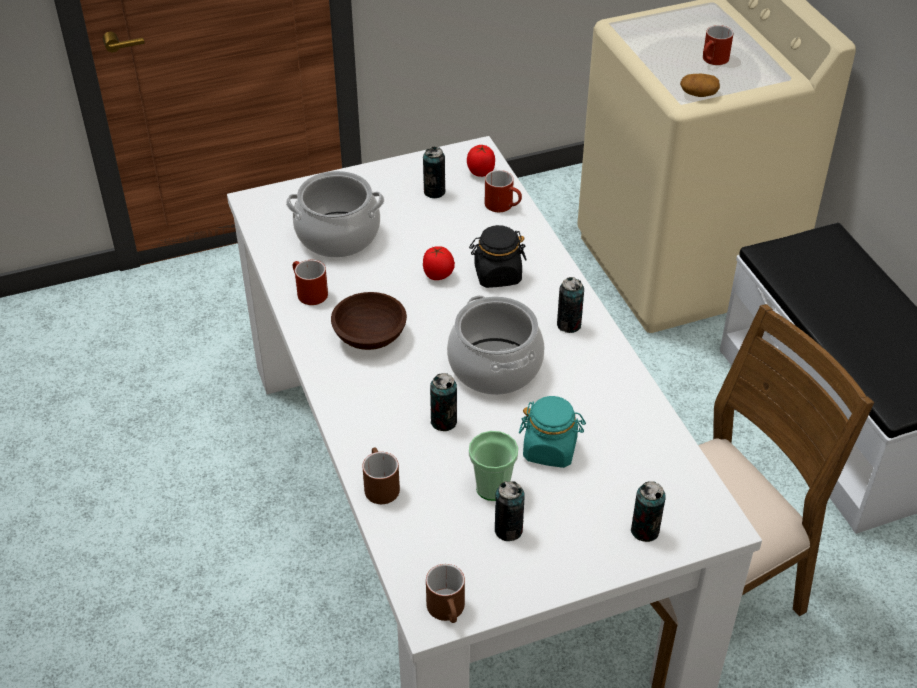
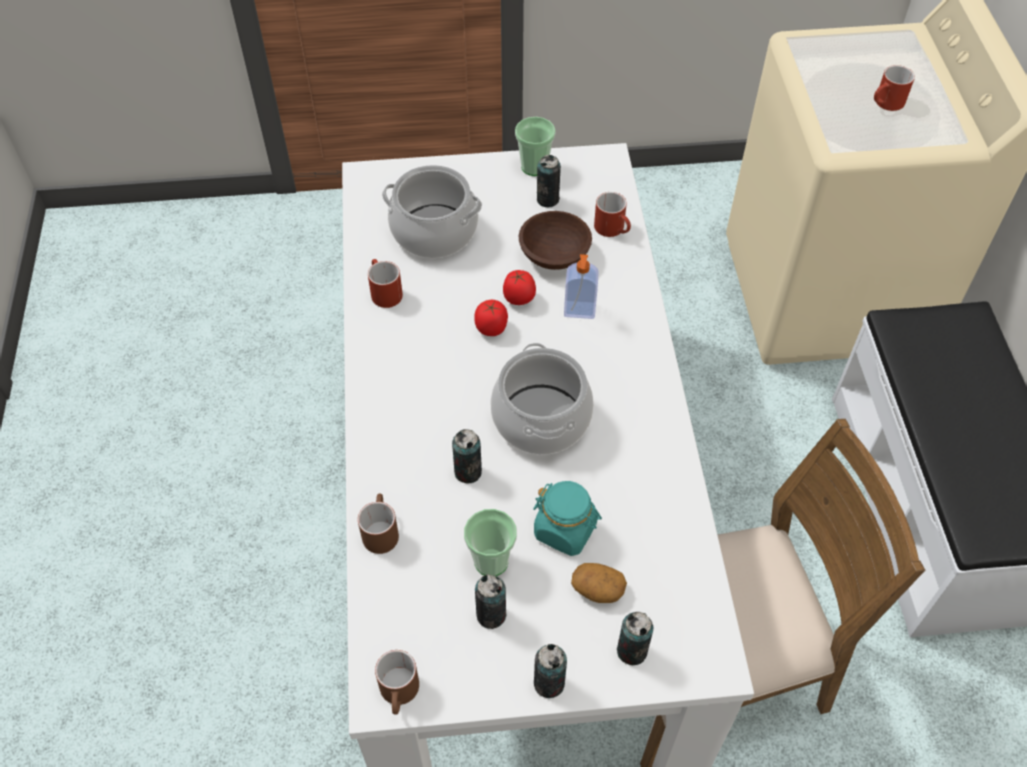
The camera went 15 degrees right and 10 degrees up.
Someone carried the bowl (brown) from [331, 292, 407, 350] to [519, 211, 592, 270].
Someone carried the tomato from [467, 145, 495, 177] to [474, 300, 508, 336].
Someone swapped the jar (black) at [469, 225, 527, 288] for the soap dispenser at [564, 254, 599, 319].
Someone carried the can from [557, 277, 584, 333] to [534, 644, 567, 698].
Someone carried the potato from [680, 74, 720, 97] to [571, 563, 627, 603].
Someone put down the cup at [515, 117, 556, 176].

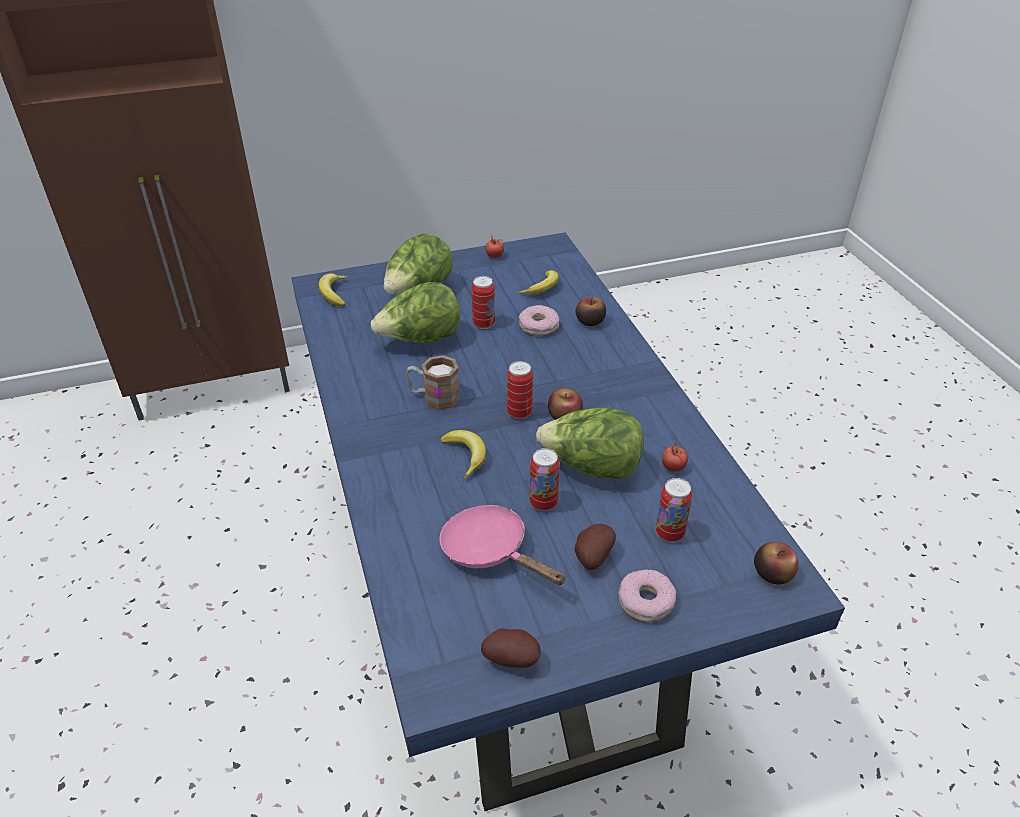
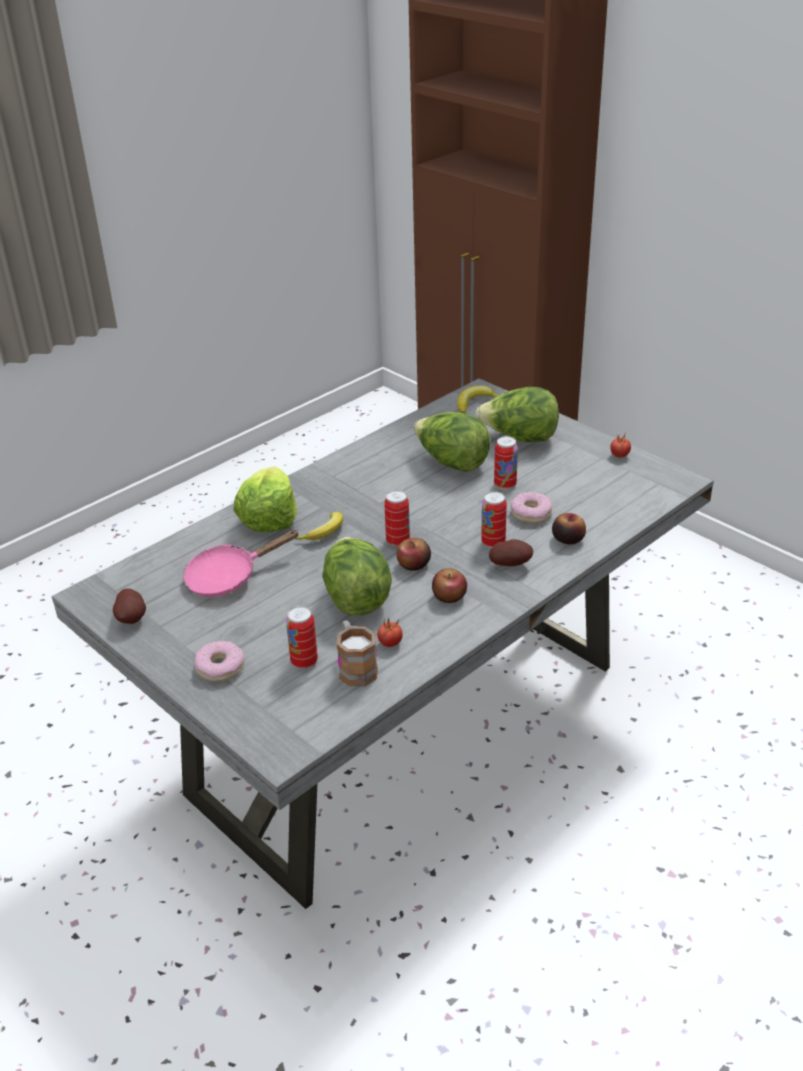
The camera went 65 degrees right and 5 degrees down.
Someone repainted the dining table (blue) at [291, 233, 845, 811], which became the dining table (grey) at [51, 378, 714, 909].
Someone carried the mug from [406, 355, 460, 410] to [336, 620, 378, 686].
Someone rotated the frying pan (pink) at [439, 505, 566, 585] by 135 degrees counterclockwise.
Someone took away the banana at [517, 270, 559, 294].
Someone carried the can from [530, 448, 560, 511] to [481, 491, 507, 548].
Someone carried the potato from [574, 524, 616, 570] to [489, 539, 533, 566].
Someone carried the apple from [754, 542, 799, 585] to [432, 568, 467, 603].
Someone put down the lettuce at [233, 466, 297, 532].

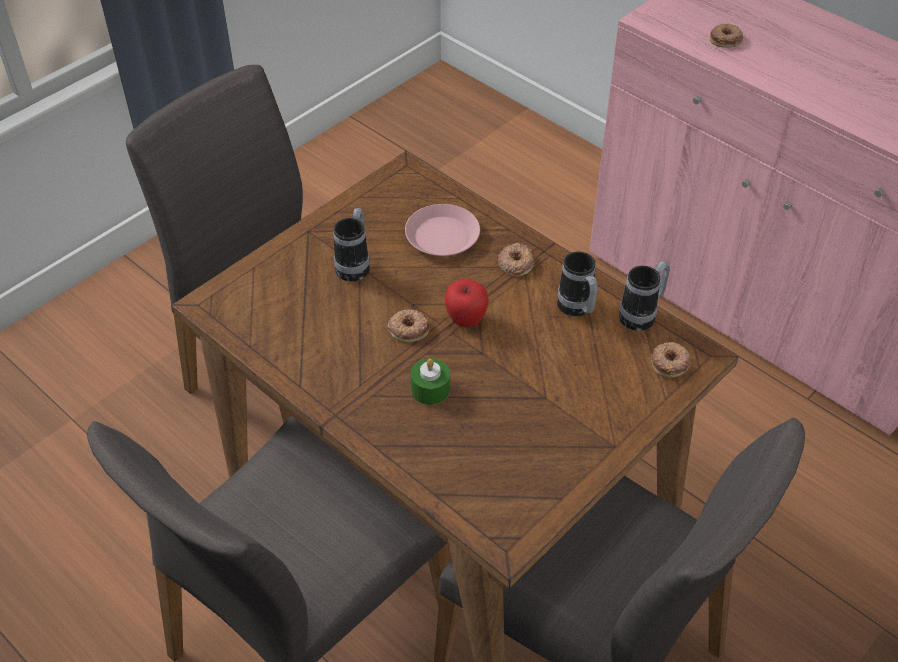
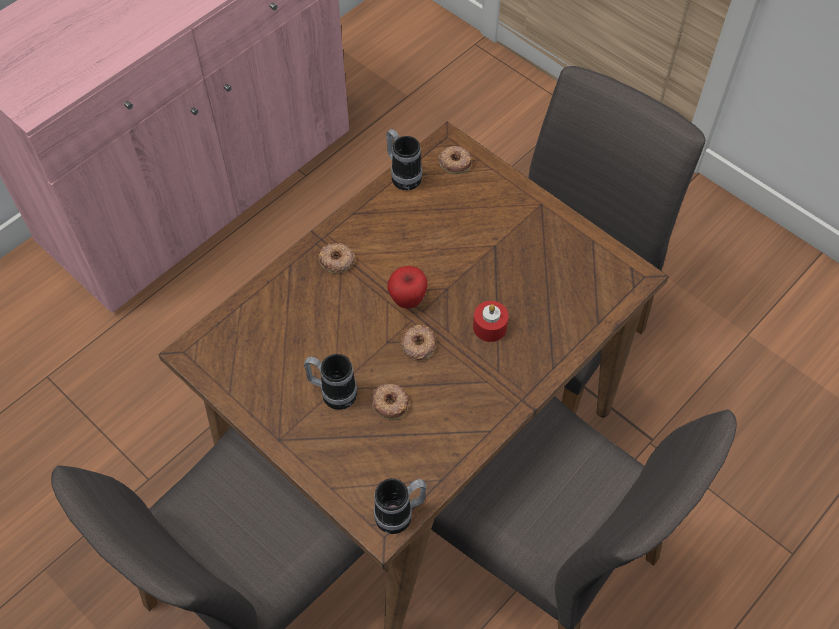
The camera went 90 degrees left and 10 degrees up.
Someone took away the plate (pink) at [405, 204, 480, 256].
Someone repainted the candle (green) at [411, 358, 450, 405], which became the candle (red) at [473, 301, 509, 342].
Someone carried the mug from [557, 251, 598, 316] to [374, 478, 426, 534].
Someone carried the donut from [710, 24, 743, 48] to [372, 384, 409, 420].

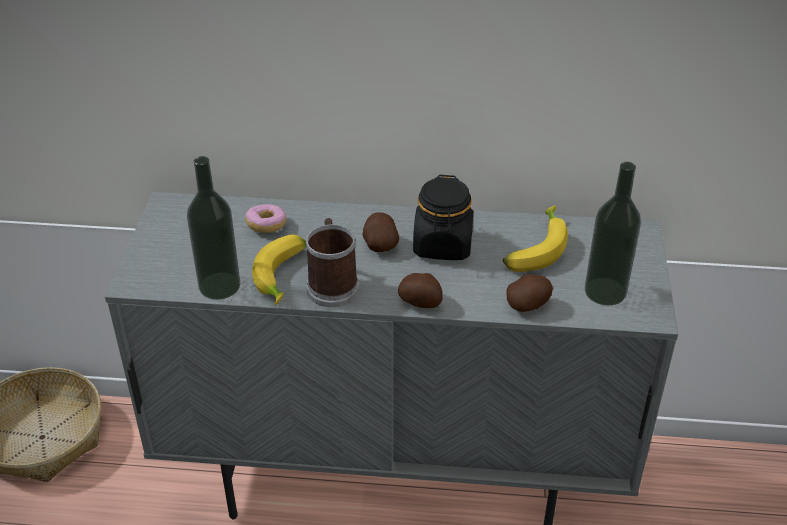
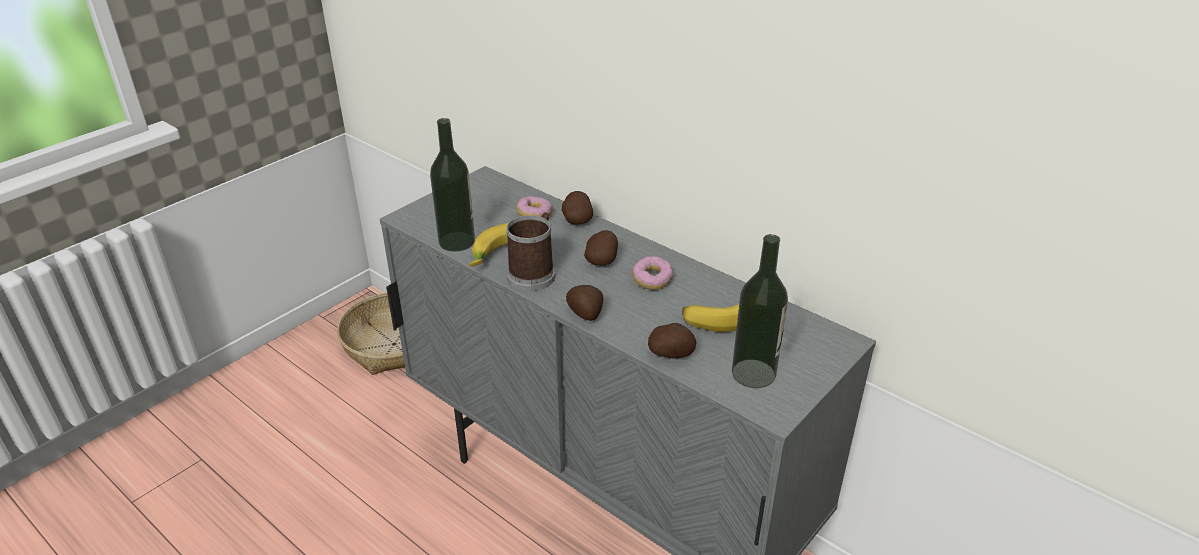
The camera went 35 degrees right and 5 degrees down.
Someone swapped the jar (black) at [413, 175, 473, 260] for the donut at [632, 256, 673, 290].
Someone put down the potato at [562, 191, 593, 225].

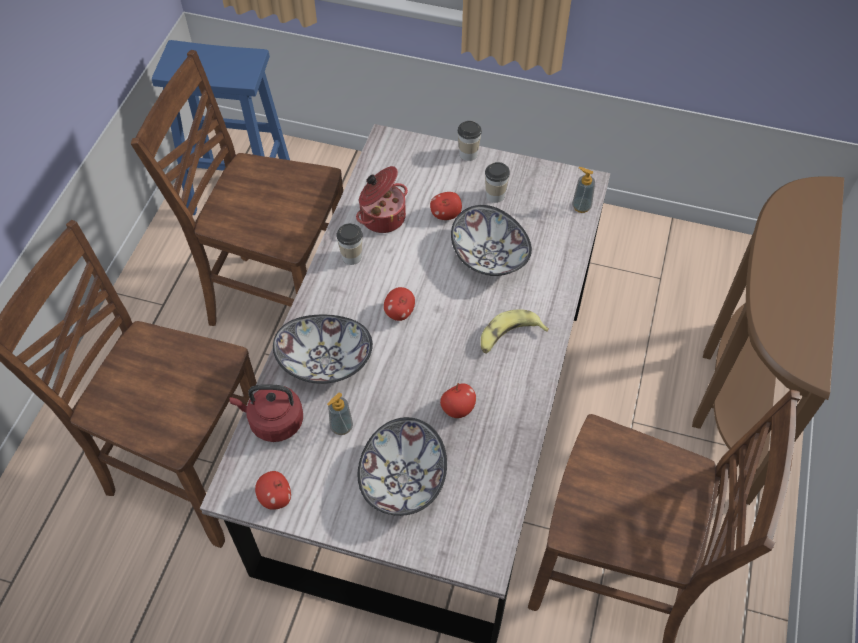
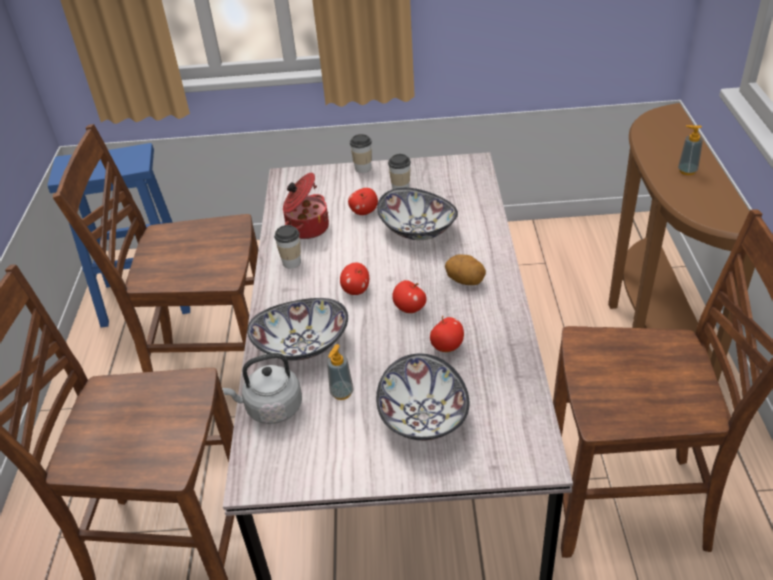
The camera went 15 degrees left and 15 degrees down.
Someone repainted the kettle (red) at [230, 384, 303, 442], which became the kettle (grey) at [222, 353, 302, 424].
Someone carried the apple from [255, 471, 291, 510] to [392, 280, 427, 313].
Someone swapped the banana at [481, 309, 549, 354] for the potato at [445, 254, 486, 285].
Someone carried the soap dispenser from [572, 167, 595, 213] to [678, 125, 703, 175].

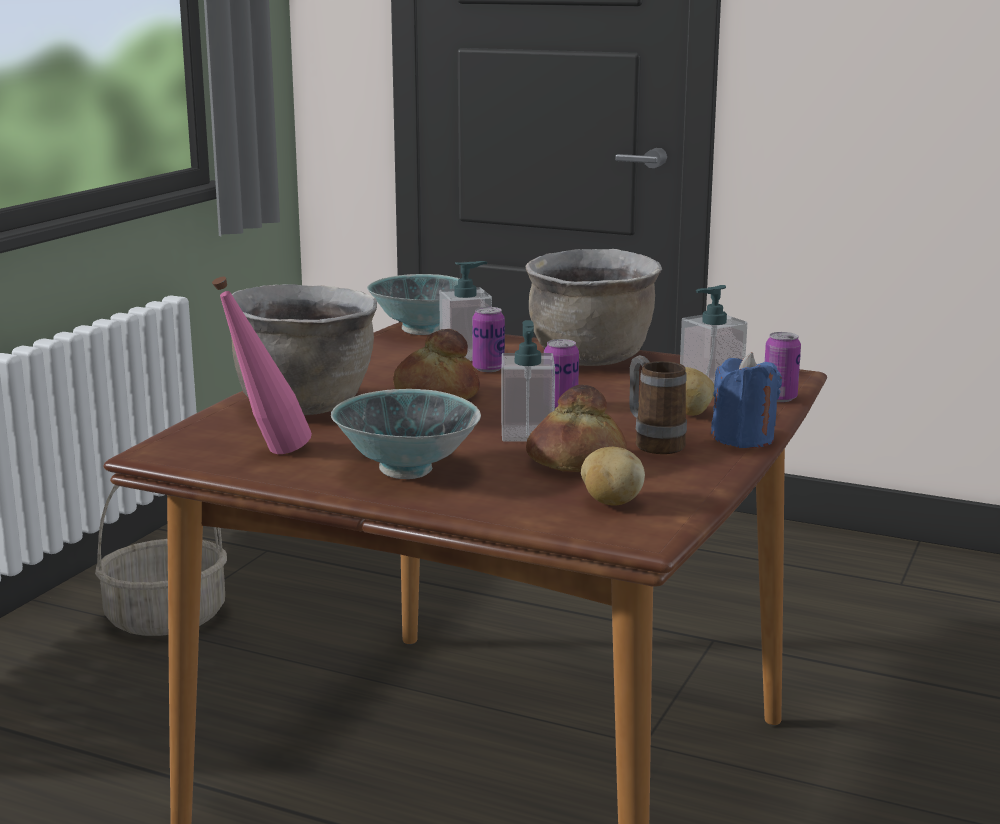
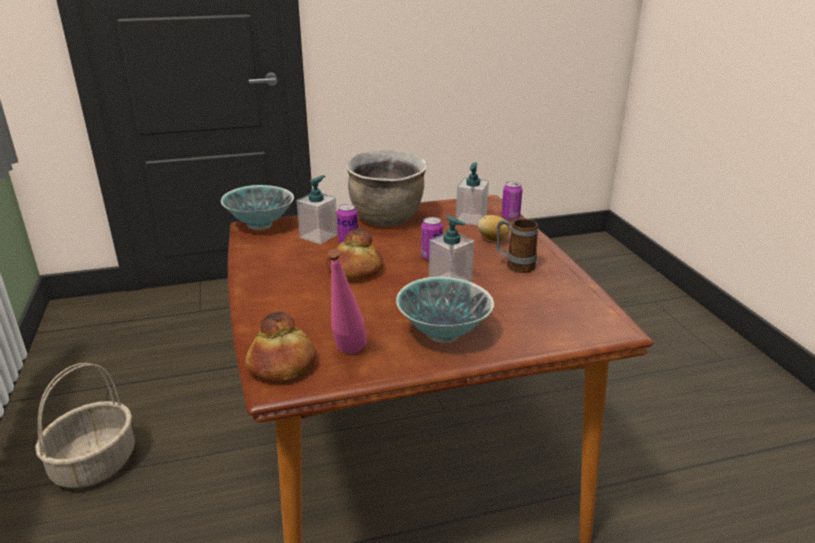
The camera went 40 degrees left and 10 degrees up.
Someone took away the cooking pot (brown) at [231, 284, 377, 415].
Someone carried the bread from [526, 385, 627, 472] to [245, 312, 316, 380].
Someone took away the potato at [581, 447, 645, 505].
Someone took away the candle (blue) at [711, 352, 782, 448].

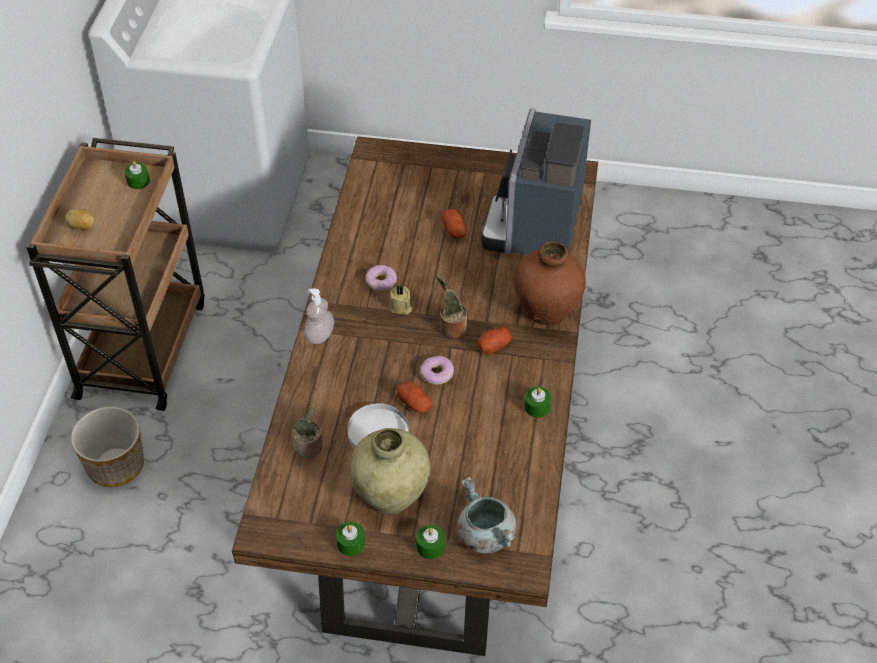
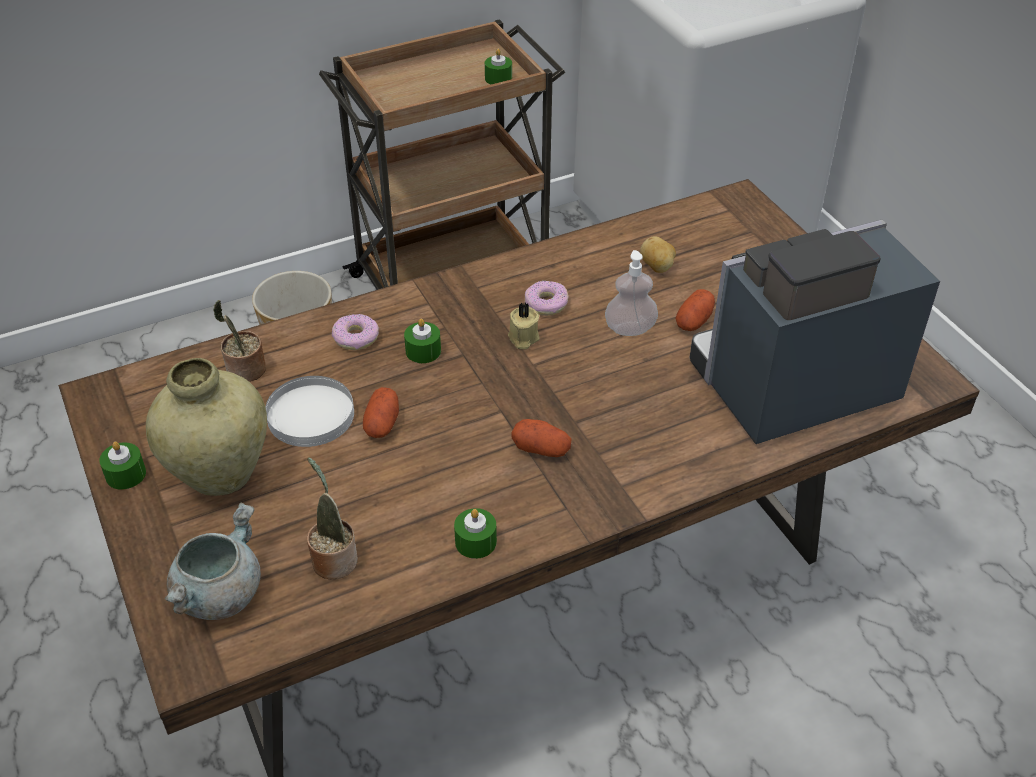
The camera went 55 degrees right and 5 degrees down.
Someone carried the potato from [65, 209, 94, 230] to [640, 236, 676, 273].
Someone carried the soap dispenser from [304, 289, 334, 344] to [605, 250, 658, 336].
Someone carried the candle (green) from [416, 525, 445, 559] to [404, 319, 441, 363].
Someone carried the donut from [420, 356, 454, 385] to [332, 314, 379, 350].
Someone carried the potted plant from [436, 276, 467, 338] to [307, 457, 358, 580].
Someone took away the vase (brown) at [514, 241, 586, 325].

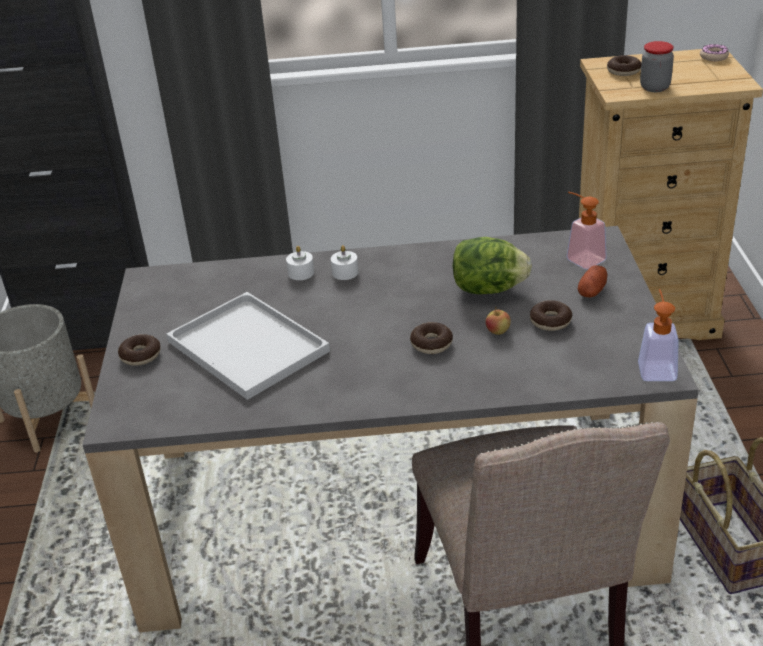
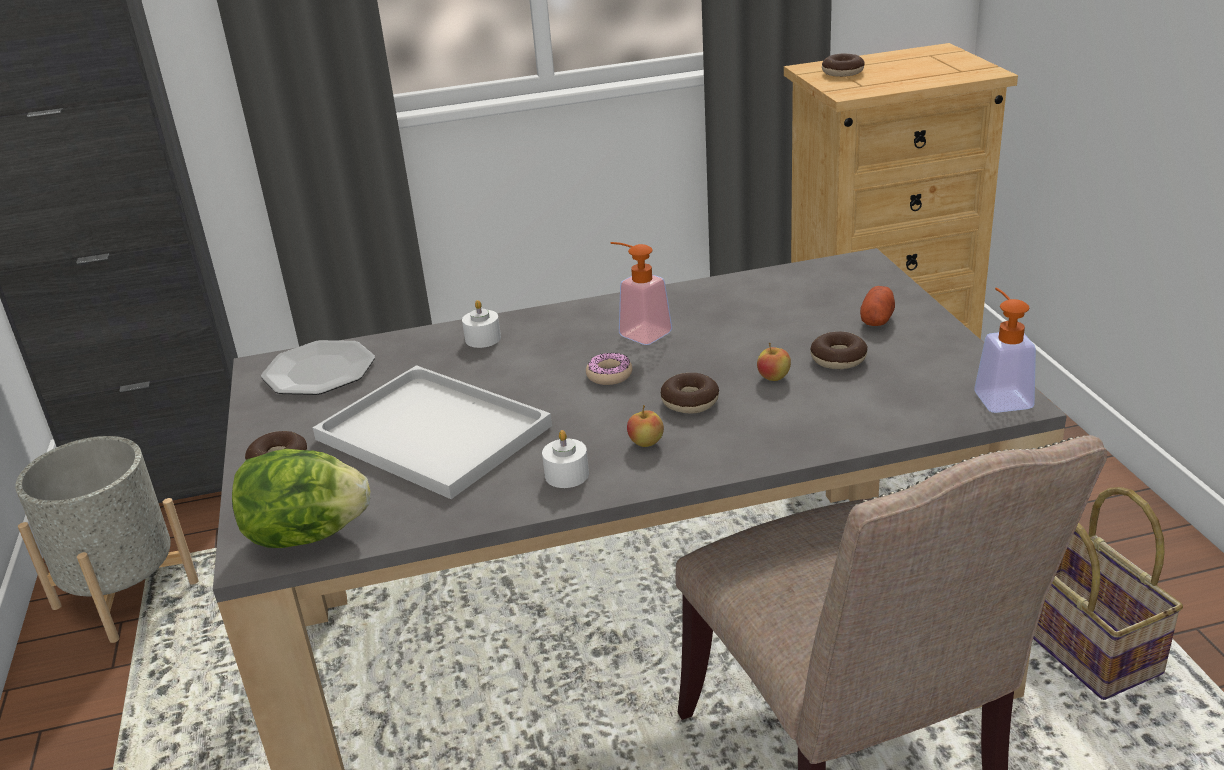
The camera went 10 degrees left and 5 degrees down.
Someone carried the candle (white) from [331, 245, 358, 280] to [542, 430, 589, 488].
Someone carried the lettuce from [452, 237, 532, 294] to [232, 449, 370, 548].
Someone carried the soap dispenser from [566, 192, 607, 269] to [610, 242, 672, 345].
Someone took away the jar at [640, 41, 674, 92].
Someone carried the donut from [700, 44, 729, 61] to [586, 353, 632, 385].
Someone put down the plate at [261, 340, 375, 395].
Someone put down the apple at [627, 405, 664, 447].

